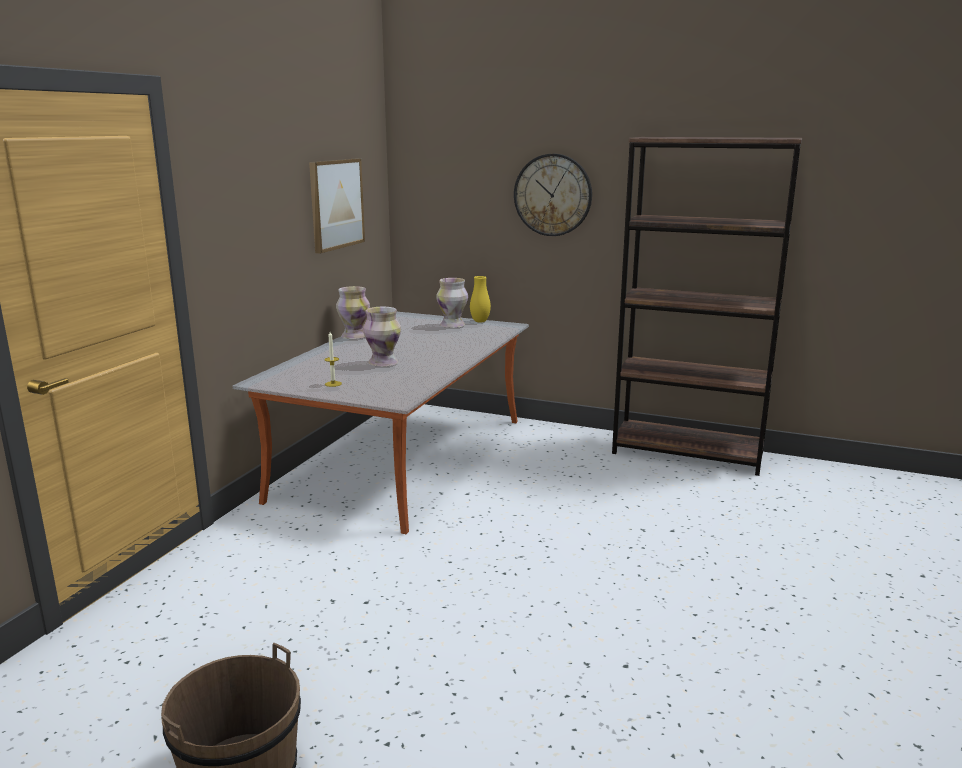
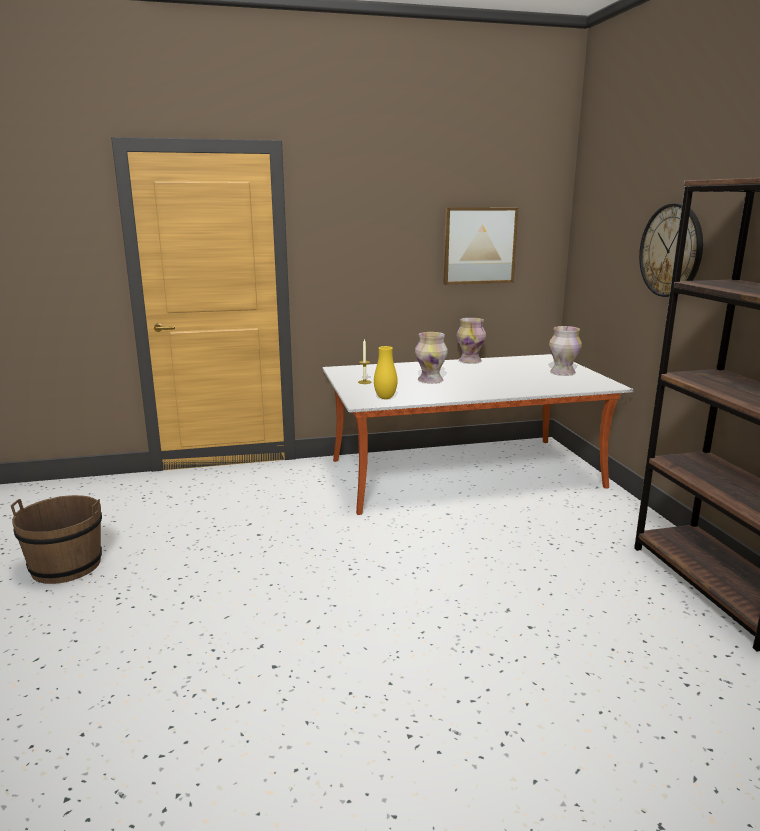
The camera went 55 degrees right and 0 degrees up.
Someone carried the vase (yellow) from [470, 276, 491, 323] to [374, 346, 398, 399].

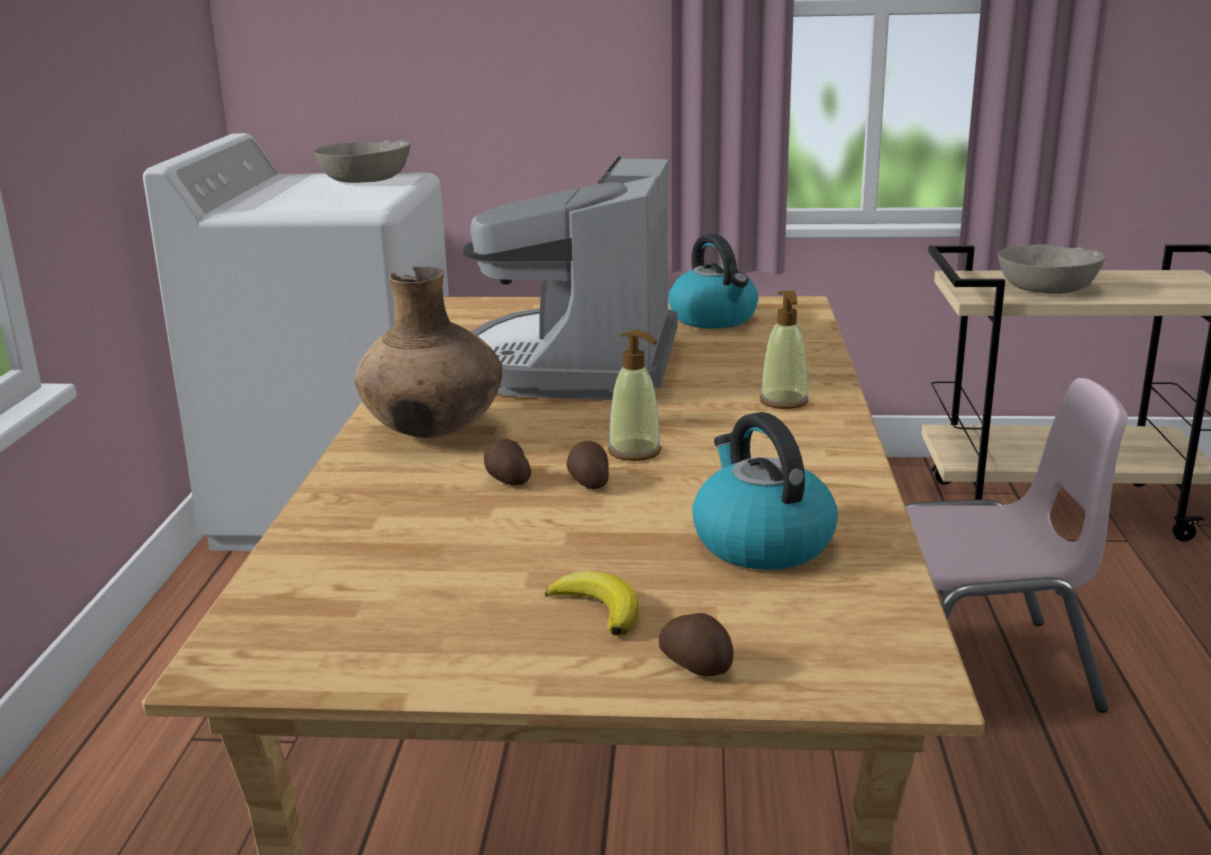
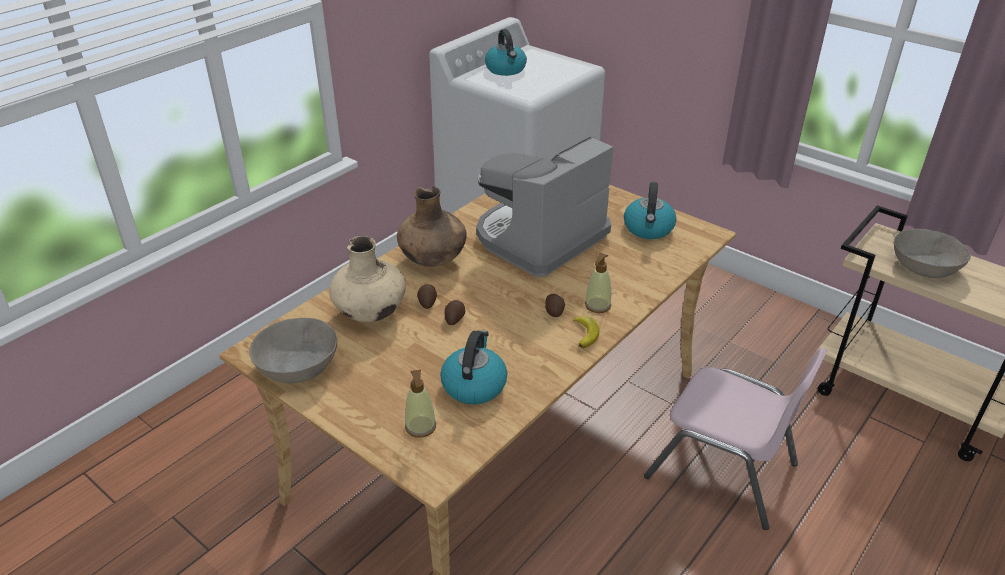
The camera went 35 degrees right and 15 degrees up.
Someone carried the bowl (grey) from [314, 140, 411, 183] to [249, 318, 337, 383].
Someone carried the banana from [545, 571, 639, 636] to [573, 316, 599, 348].
Someone carried the soap dispenser from [608, 330, 662, 461] to [405, 370, 436, 438].
Someone carried the potato from [659, 613, 734, 676] to [545, 294, 565, 317].
Someone put down the vase (beige) at [329, 236, 406, 322].
Someone put down the kettle at [485, 29, 527, 76].

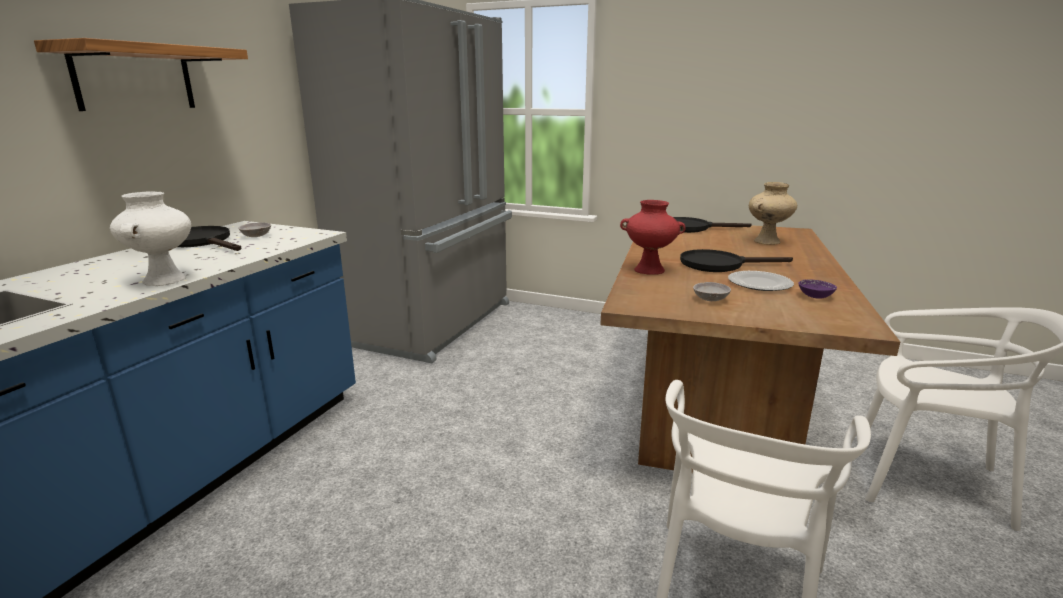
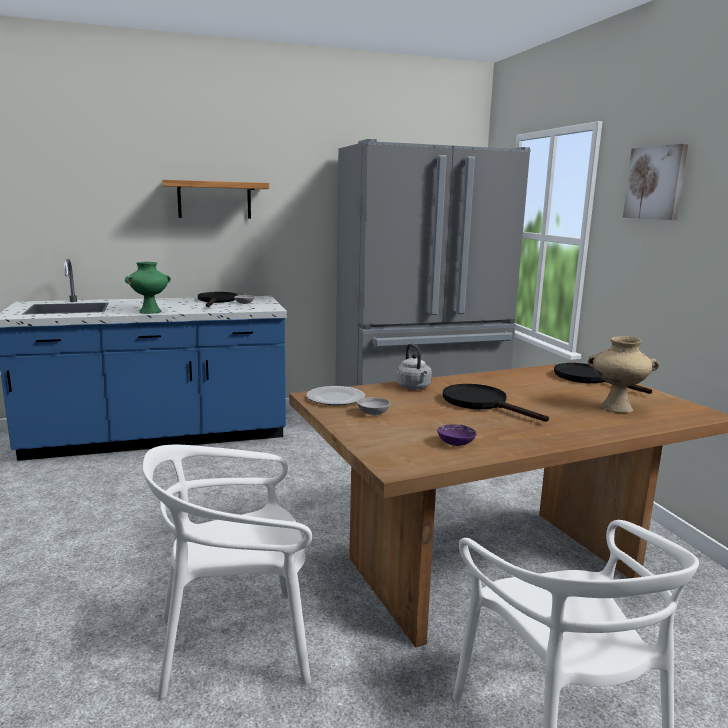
The camera went 50 degrees right and 5 degrees down.
Someone repainted the vase (white) at [110, 191, 191, 286], which became the vase (green) at [125, 262, 171, 314].
Someone swapped the vase (red) at [620, 200, 686, 275] for the kettle (grey) at [396, 344, 432, 390].
Someone carried the plate from [728, 271, 794, 291] to [307, 386, 365, 405].
Someone put up the picture at [623, 144, 689, 220].

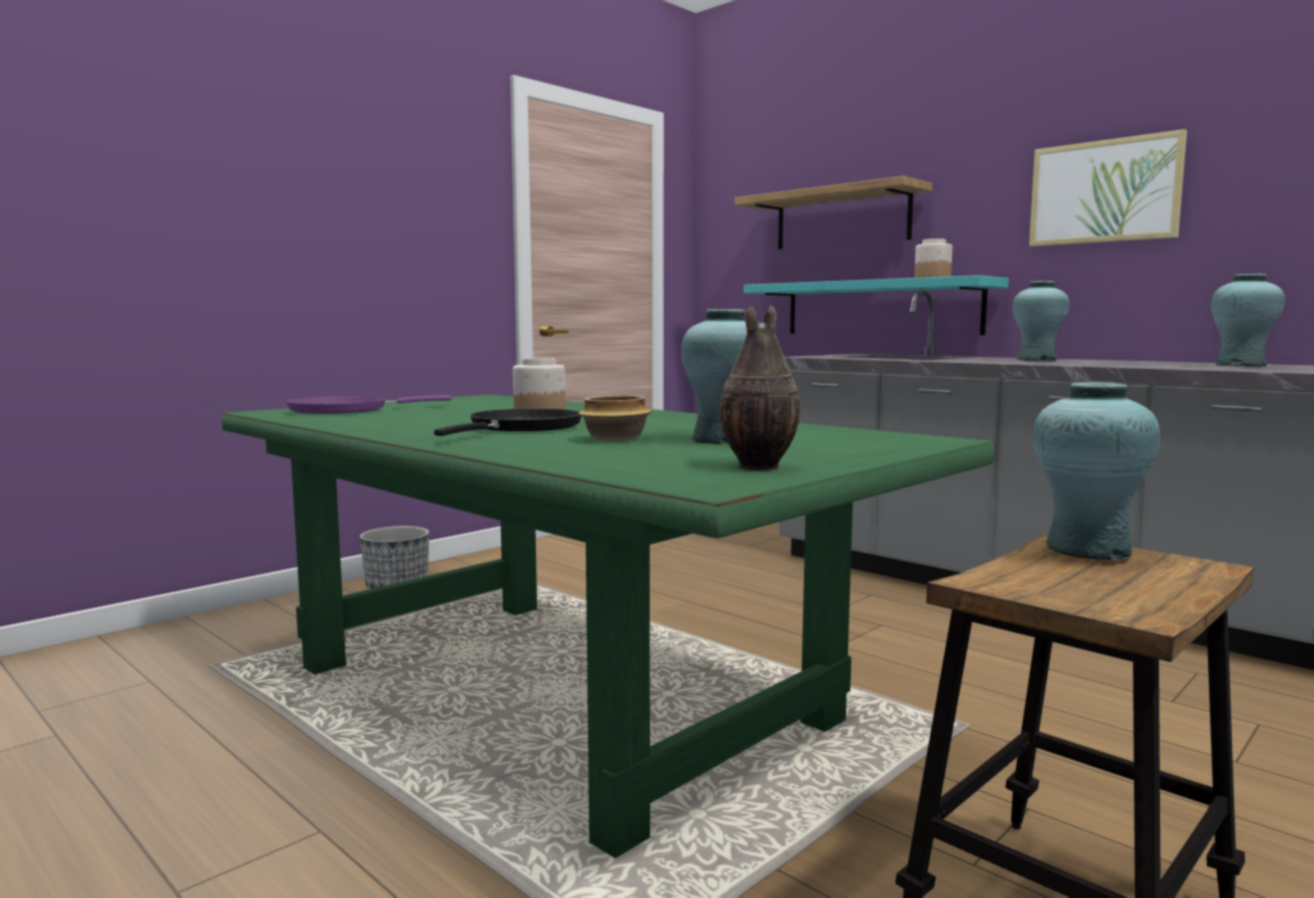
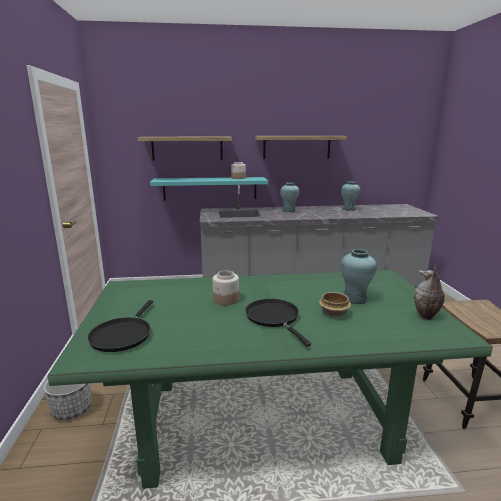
The camera went 50 degrees left and 10 degrees up.
Someone repainted the frying pan (purple) at [286, 396, 452, 414], which became the frying pan (black) at [87, 300, 153, 352].
Someone swapped the picture at [1029, 129, 1187, 247] for the shelf at [255, 136, 347, 159].
Someone took away the vase (turquoise) at [1033, 382, 1160, 560].

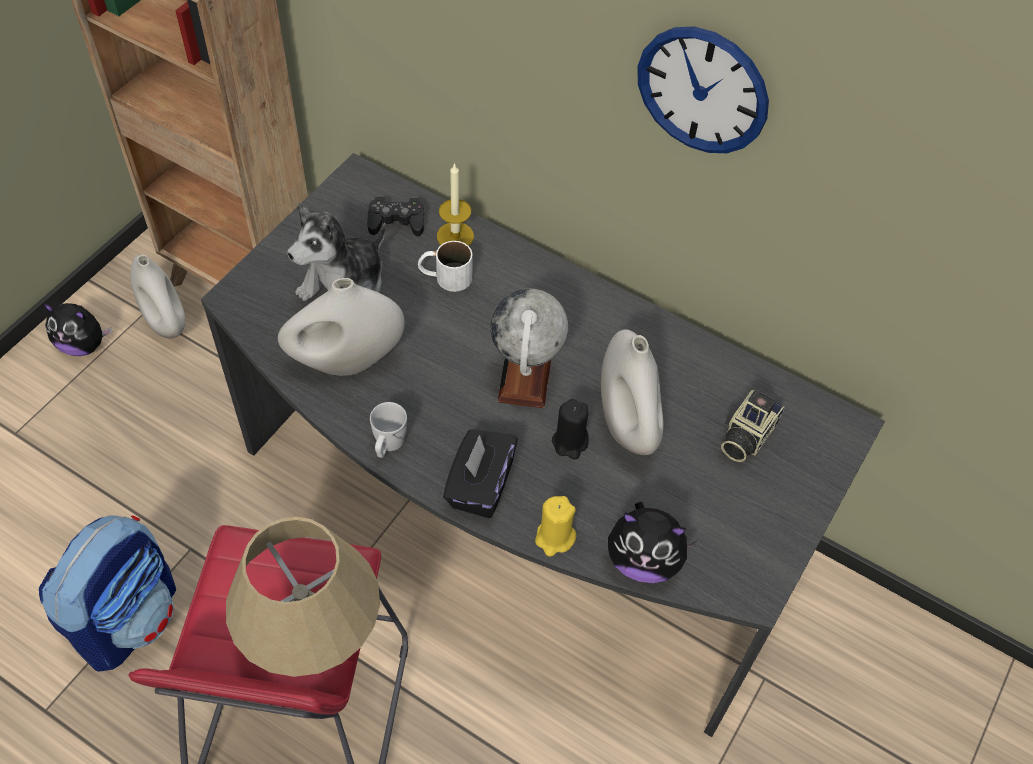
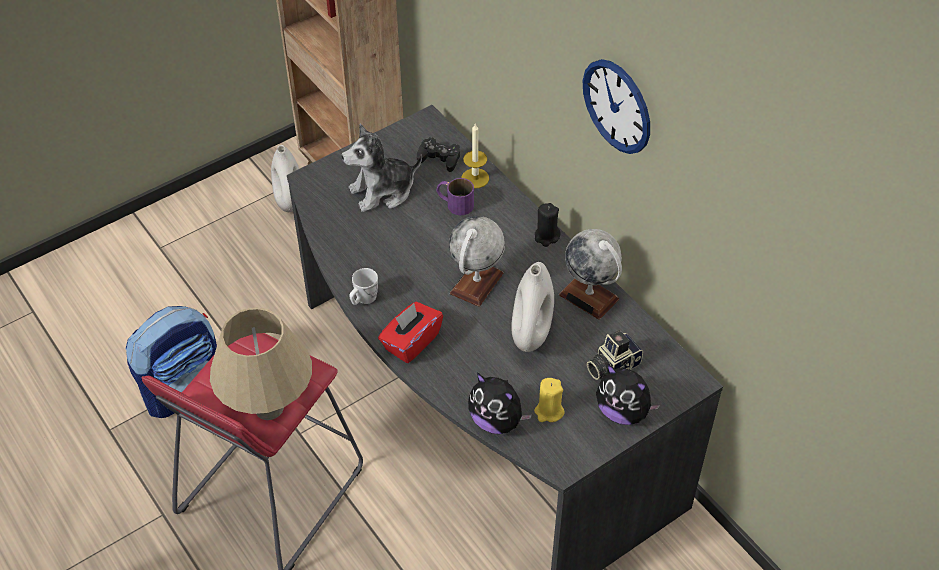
The camera went 25 degrees right and 5 degrees down.
Someone carried the plush toy from [43, 303, 112, 356] to [596, 364, 661, 425].
Someone took away the vase (white) at [278, 278, 405, 376].
Someone repainted the mug (white) at [418, 241, 472, 292], which became the mug (purple) at [437, 178, 474, 215].
Someone repainted the tissue box (black) at [443, 429, 518, 518], which became the tissue box (red) at [378, 302, 443, 363].
Someone carried the candle (yellow) from [535, 496, 576, 557] to [534, 378, 565, 422].
Someone carried the candle (black) from [552, 399, 589, 459] to [535, 203, 560, 247].
Someone put down the globe at [559, 229, 622, 320].

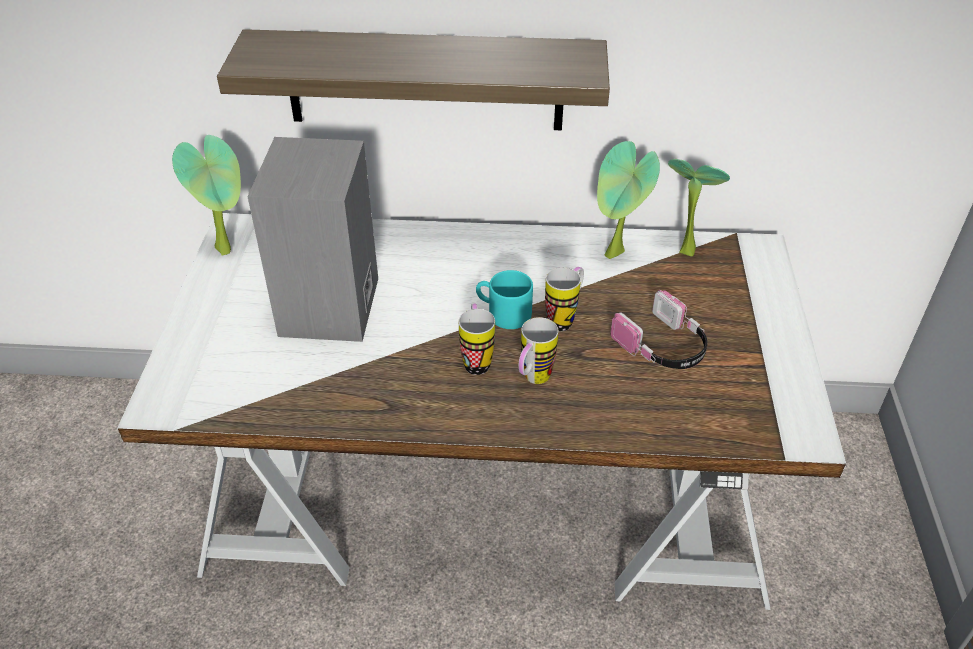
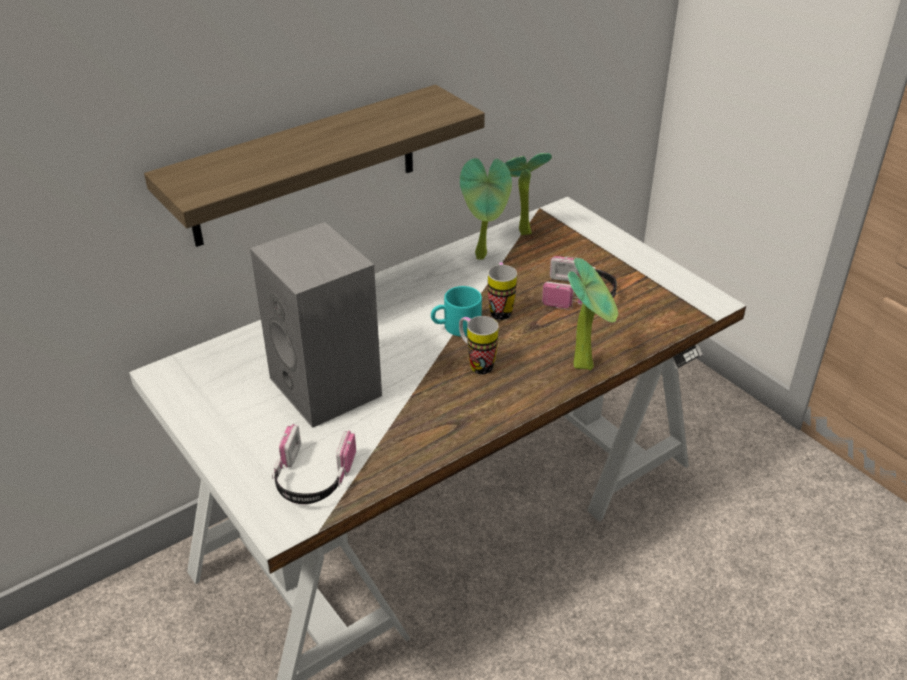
The camera went 40 degrees left and 5 degrees down.
Someone carried the potted plant from [172, 135, 241, 256] to [568, 258, 618, 371].
Someone took away the mug at [519, 317, 558, 384].
Someone put down the headphones at [272, 424, 356, 504].

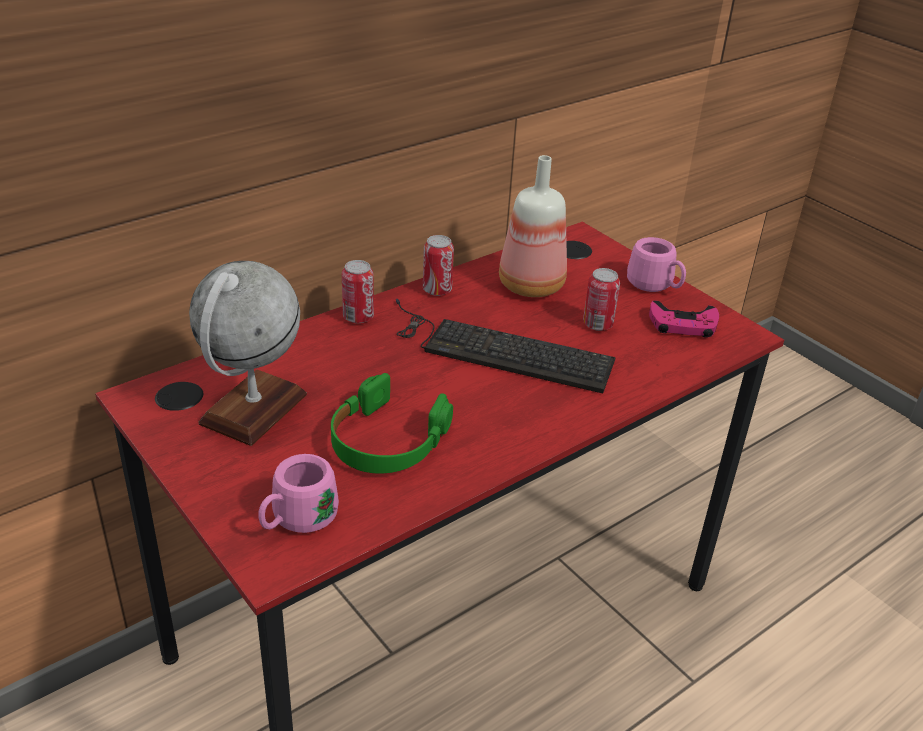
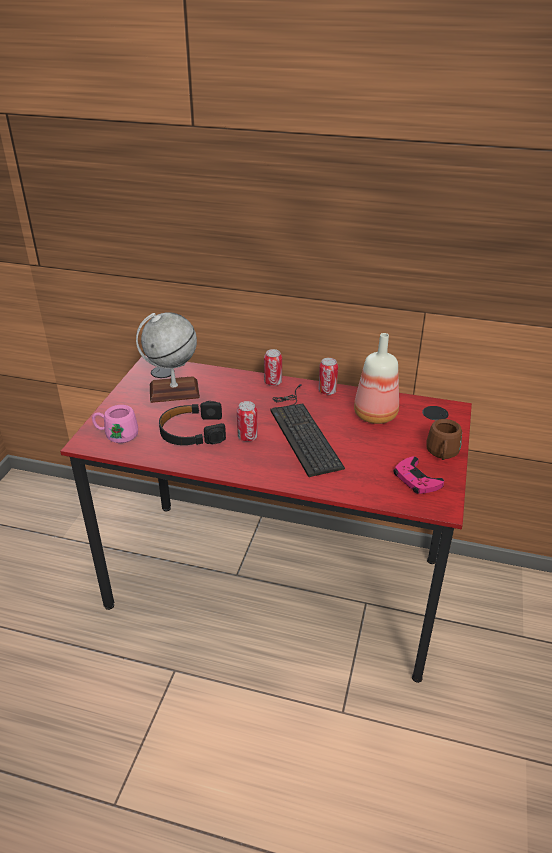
The camera went 55 degrees right and 0 degrees up.
Someone repainted the headphones (green) at [331, 373, 453, 474], which became the headphones (black) at [159, 401, 226, 445].
Someone carried the can from [583, 268, 620, 331] to [237, 401, 258, 442].
Someone repainted the mug (pink) at [627, 237, 686, 292], which became the mug (brown) at [426, 419, 462, 460].

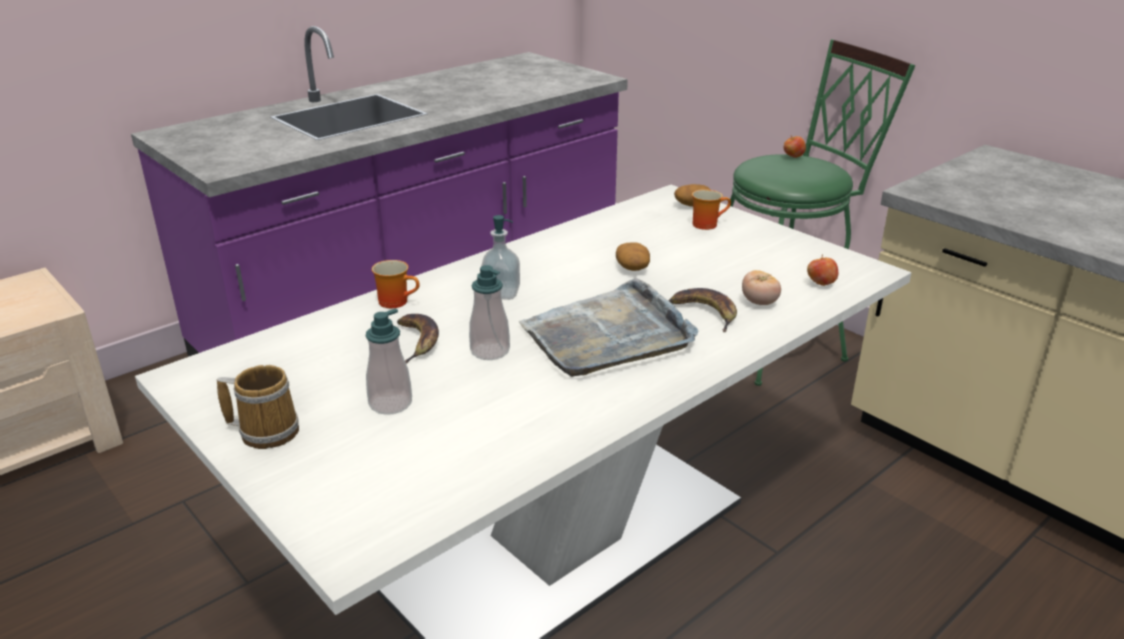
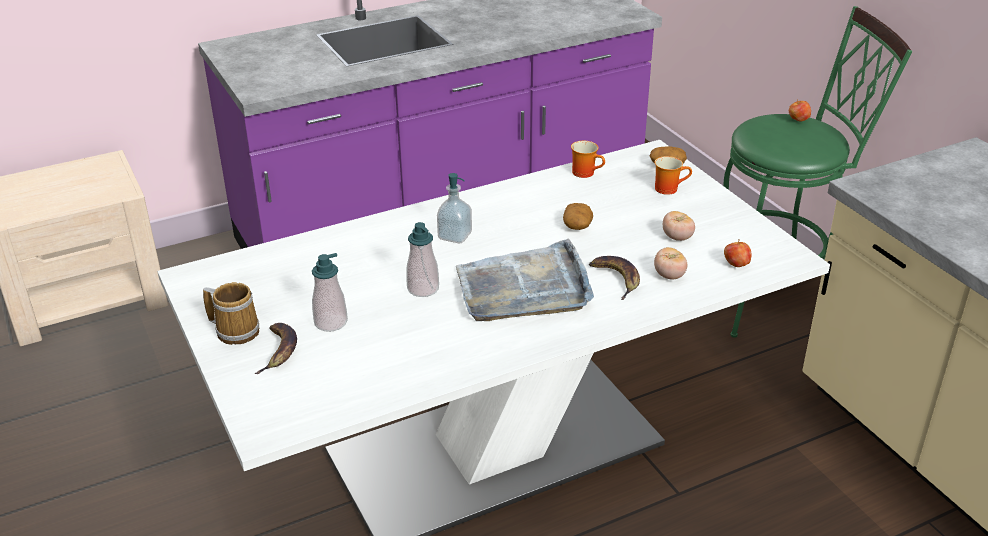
The camera went 15 degrees right and 5 degrees up.
Someone carried the mug from [372, 260, 420, 308] to [571, 141, 605, 178].
Someone carried the banana from [397, 314, 439, 364] to [255, 323, 297, 374].
Someone put down the tomato at [663, 211, 695, 241].

